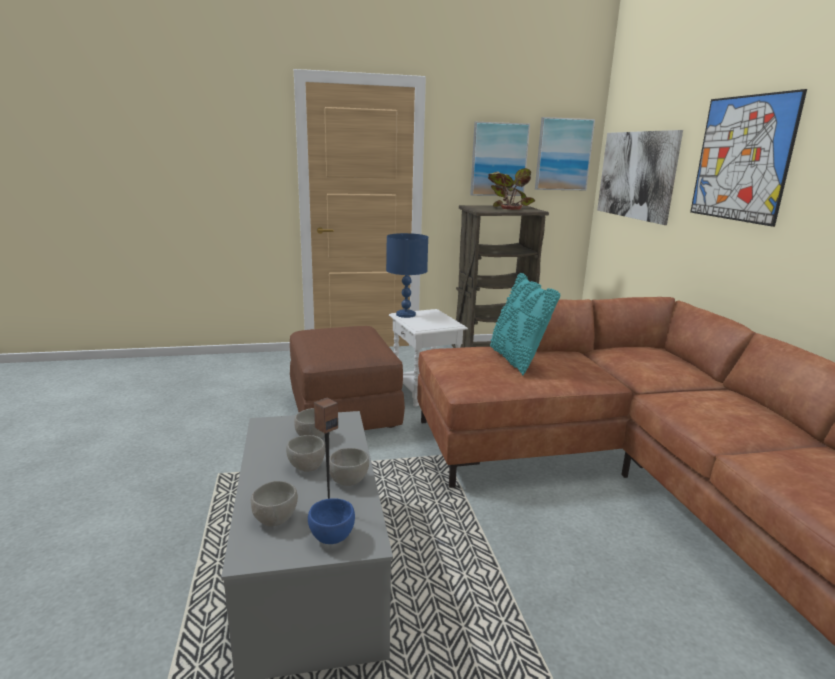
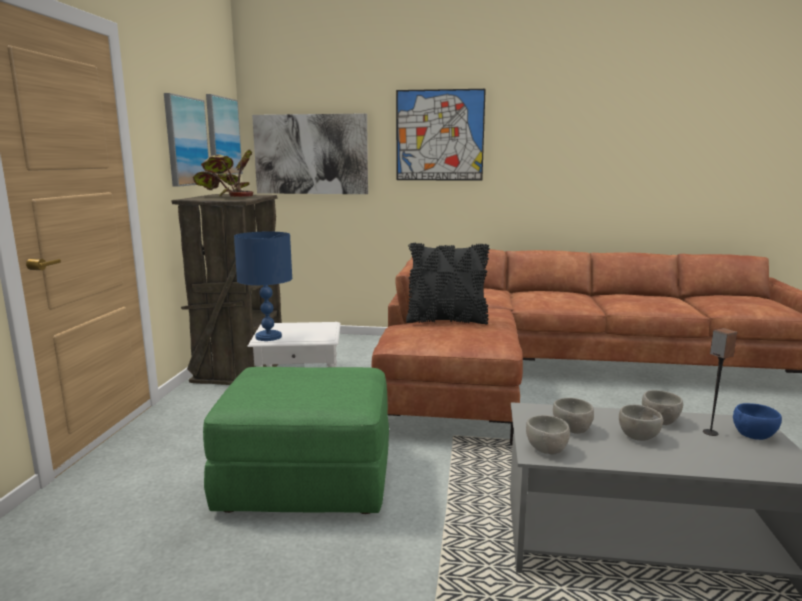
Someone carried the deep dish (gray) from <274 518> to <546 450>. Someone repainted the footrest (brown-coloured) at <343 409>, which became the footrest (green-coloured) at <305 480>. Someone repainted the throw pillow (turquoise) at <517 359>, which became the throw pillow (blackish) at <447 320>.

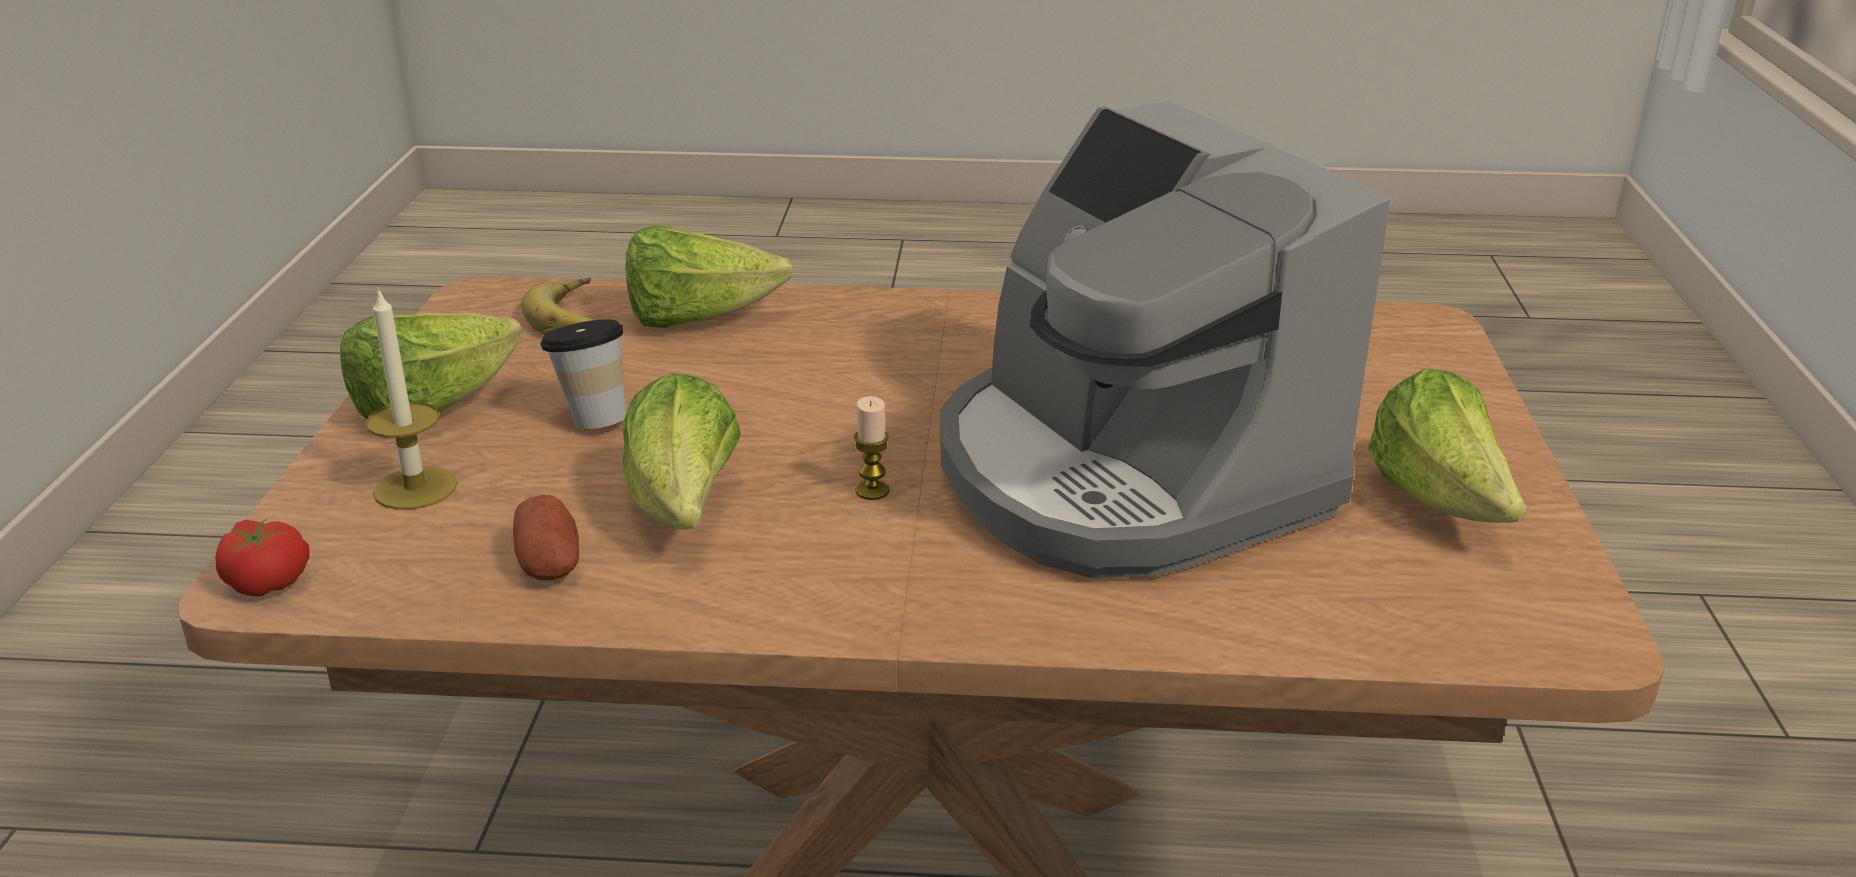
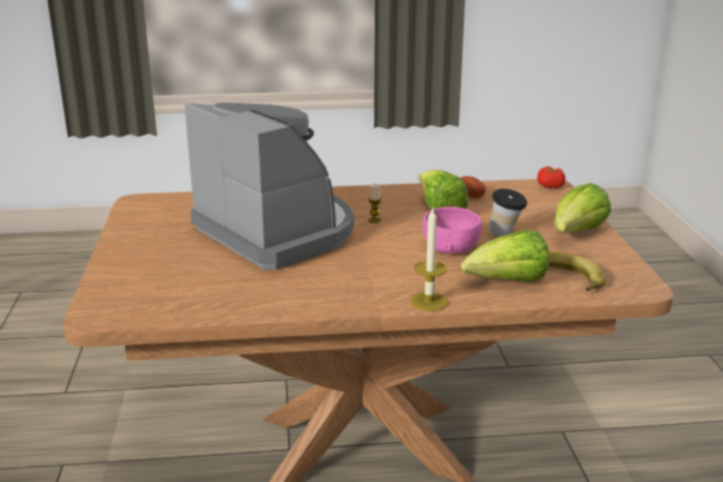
Someone took away the lettuce at <1440 503>. Someone put down the deep dish (pink-coloured) at <450 247>. Someone carried the wax light from <415 488> to <429 301>.

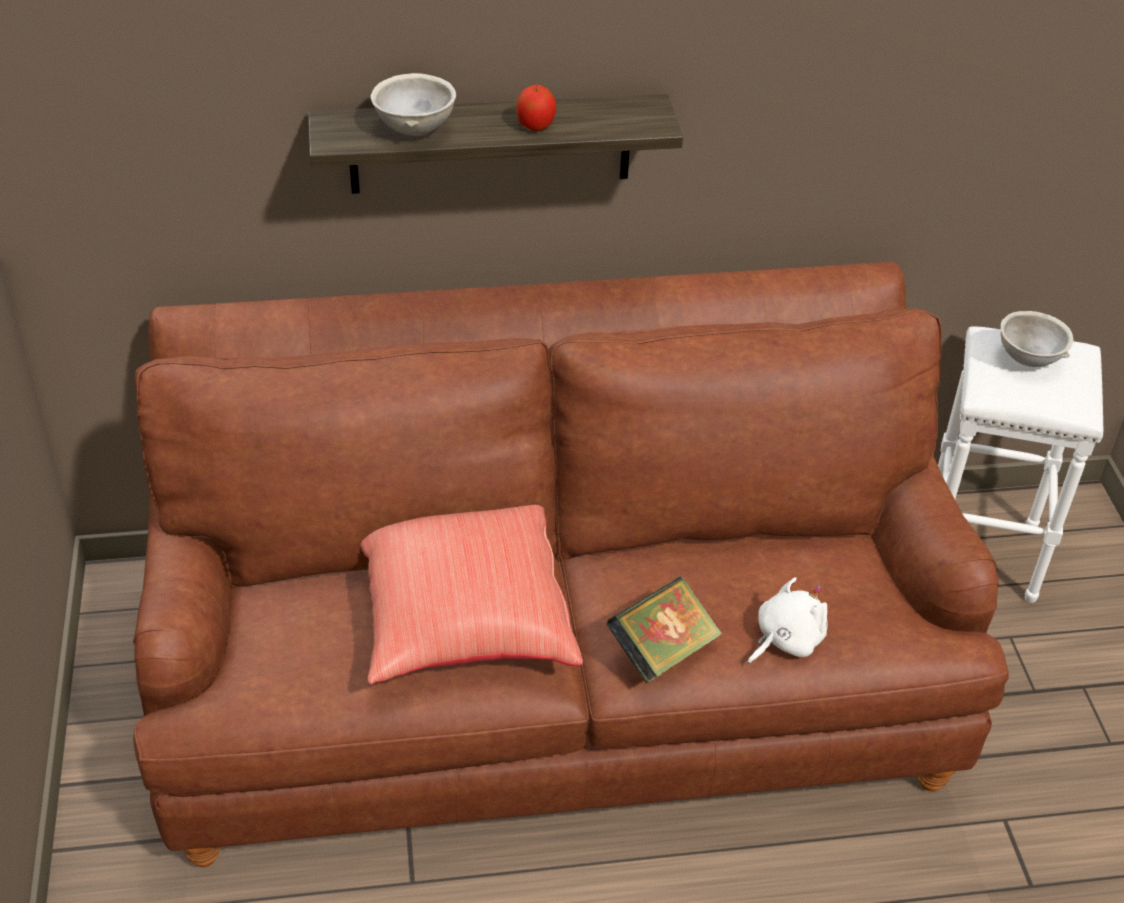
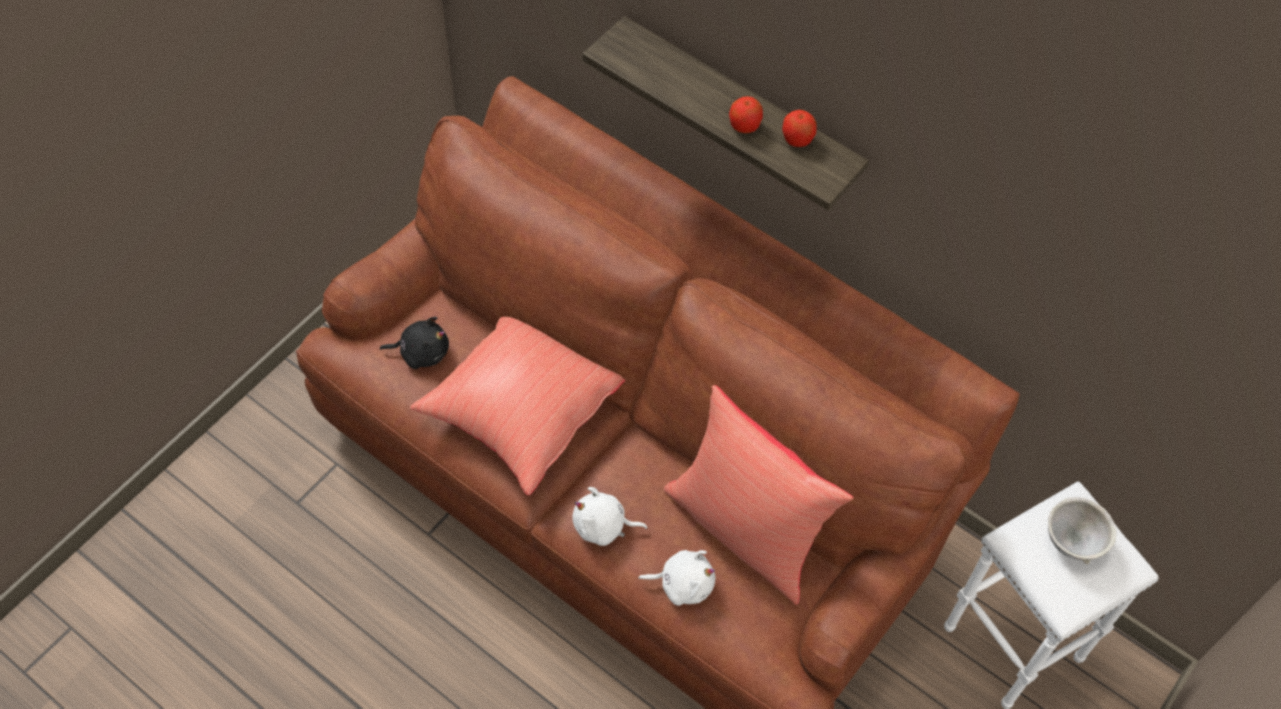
Someone took away the deep dish (gray) at <413 130>. Someone put down the plush toy (blackish) at <421 352>. Someone put down the throw pillow (red-coloured) at <746 529>. Someone put down the apple fruit at <797 139>. Someone swapped the volume at <662 651> for the plush toy (white) at <603 526>.

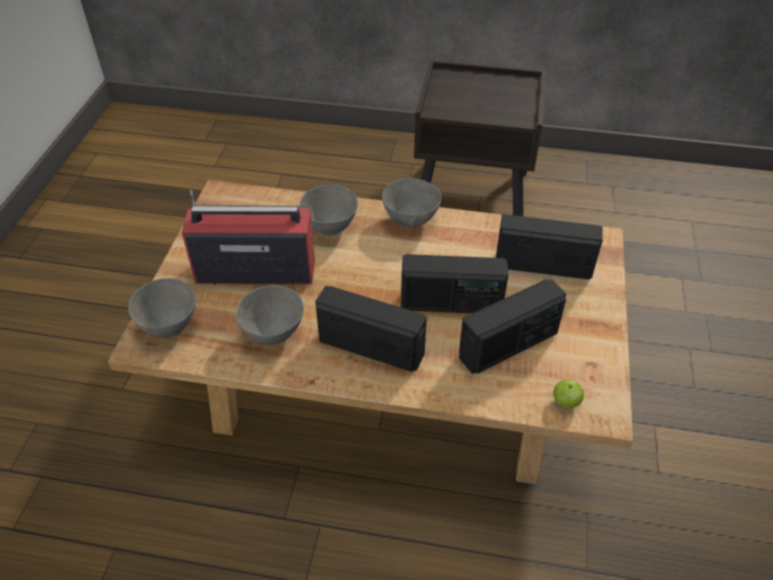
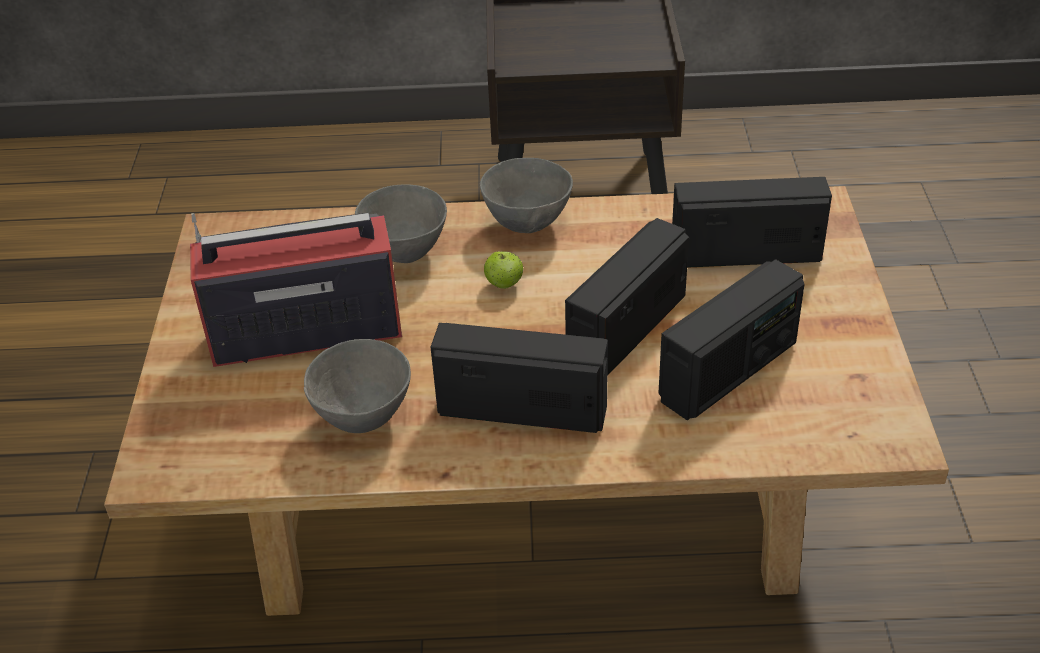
Someone took away the deep dish (gray) at <170 327>. Someone carried the apple fruit from <566 402> to <504 284>. Someone rotated the radio receiver at <451 304> by 135 degrees clockwise.

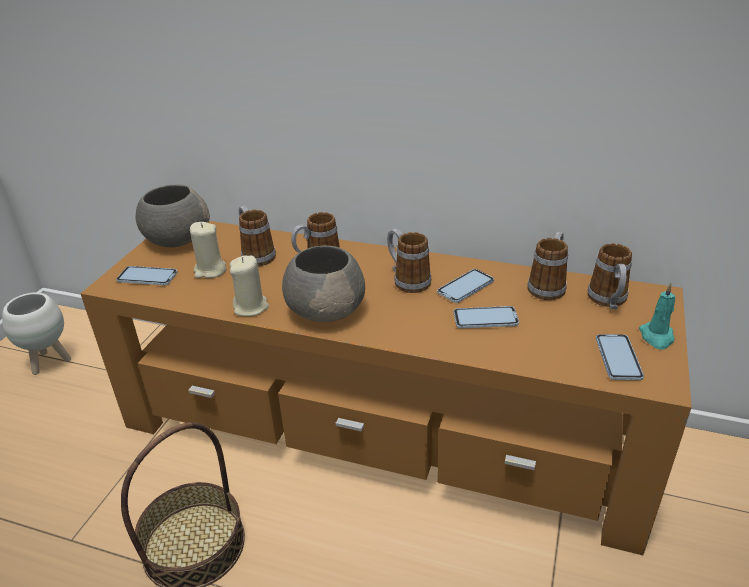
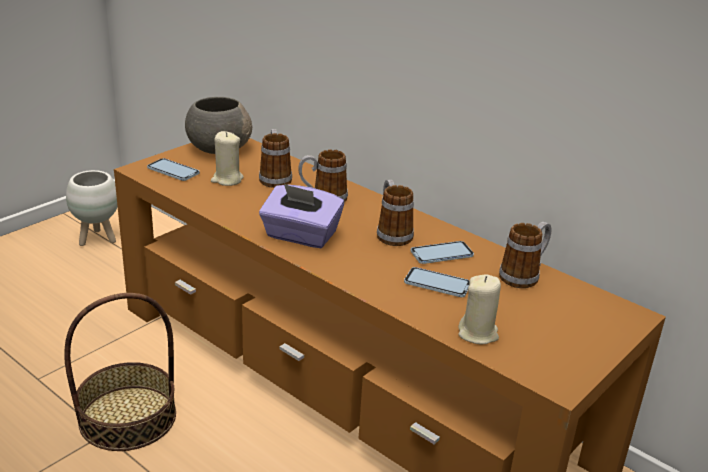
Someone took away the mug at <608 301>. Someone took away the phone at <618 358>. Someone took away the wax light (turquoise) at <657 337>. Someone carried the wax light (beige-coloured) from <251 307> to <478 333>. Someone swapped the deep dish (gray) at <326 309> for the tissue box (purple) at <300 236>.

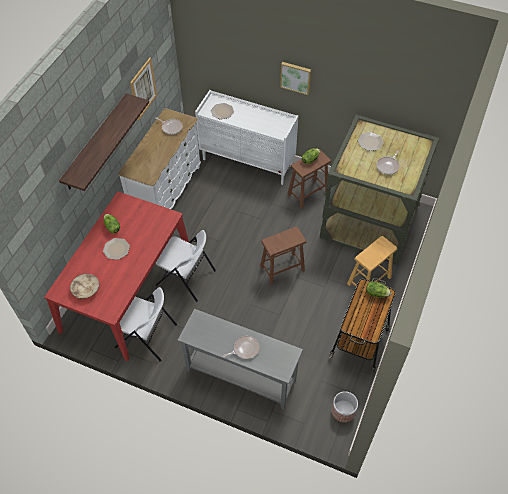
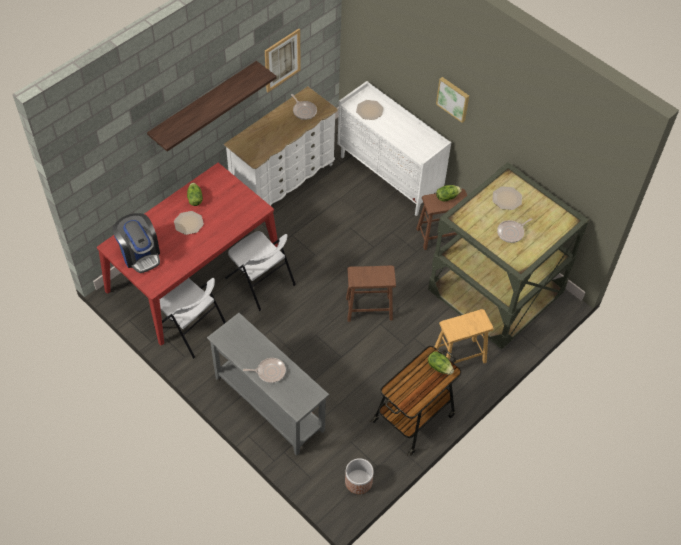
Someone swapped the deep dish (beige-coloured) at <86 289> for the coffee maker at <140 254>.

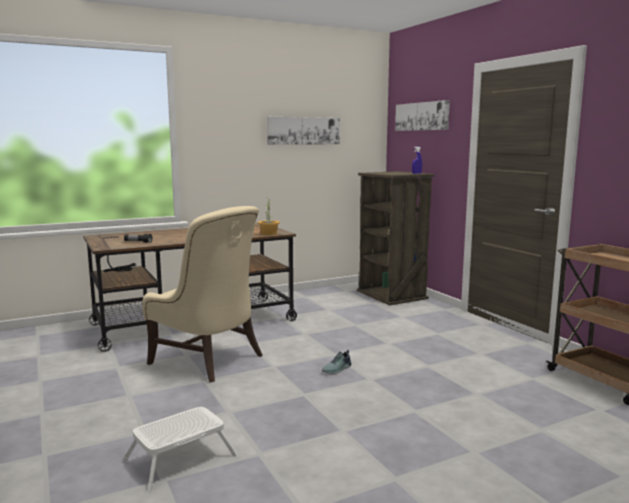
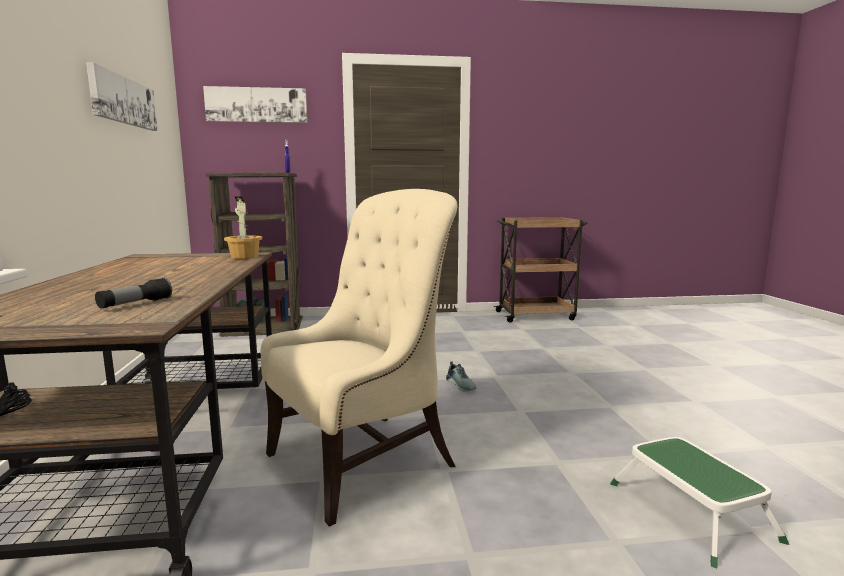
Someone repainted the step stool (white) at <180 458>, which became the step stool (green-coloured) at <692 510>.

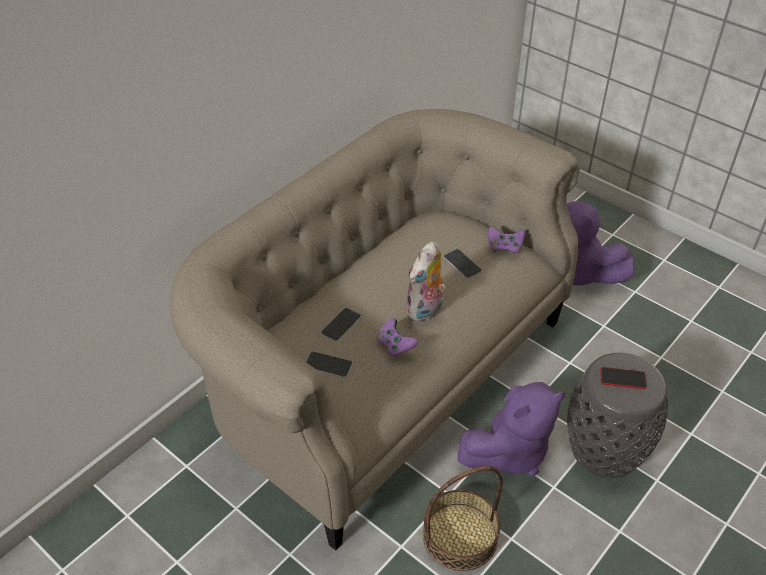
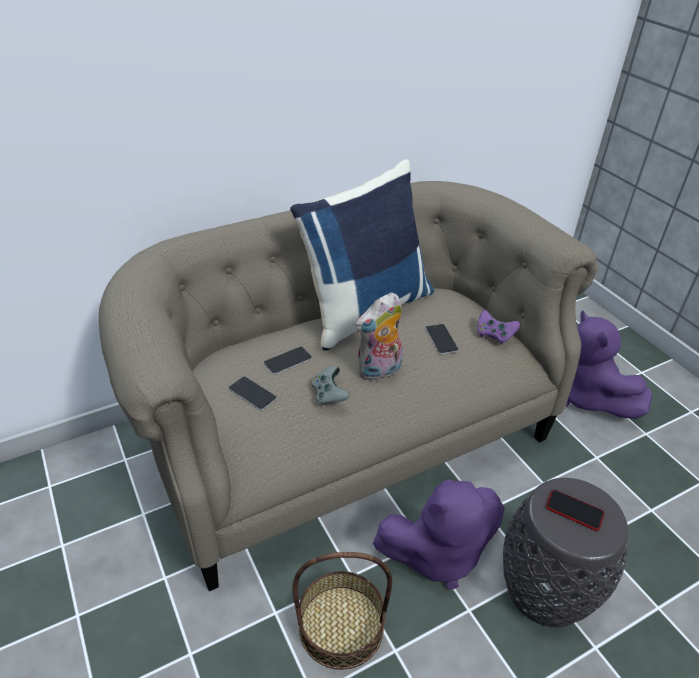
Someone put down the throw pillow (bluish) at <365 309>. Someone repainted the gamepad (purple) at <395 345>, which became the gamepad (gray) at <329 395>.

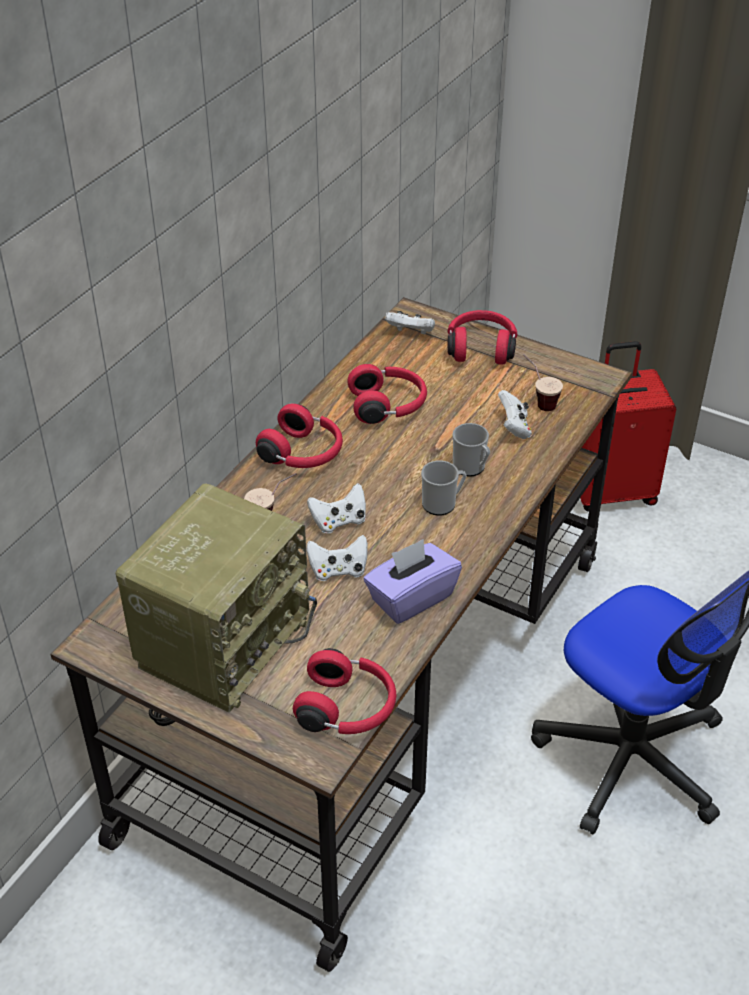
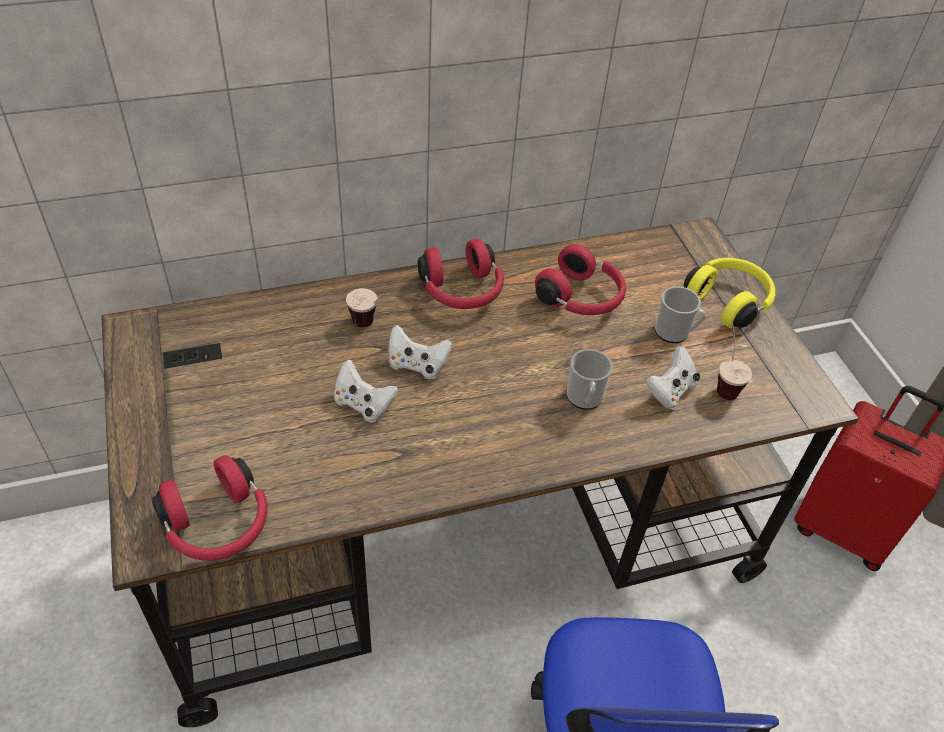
Someone took away the radio receiver at <223 639>. Someone took away the tissue box (purple) at <411 598>. Someone took away the gamepad (white) at <411 333>. Someone carried the mug from <442 503> to <675 333>. Someone repainted the headset (red-coloured) at <481 348>, which became the headset (yellowish) at <728 301>.

